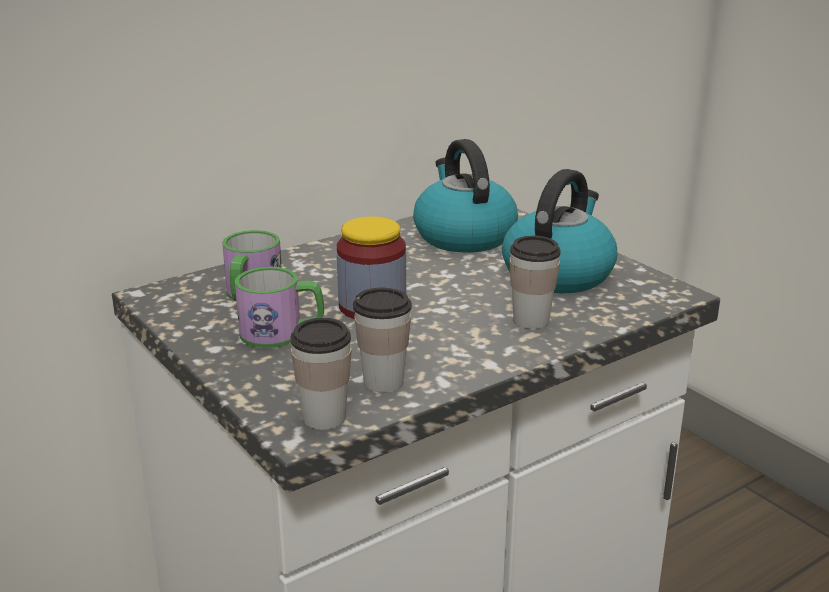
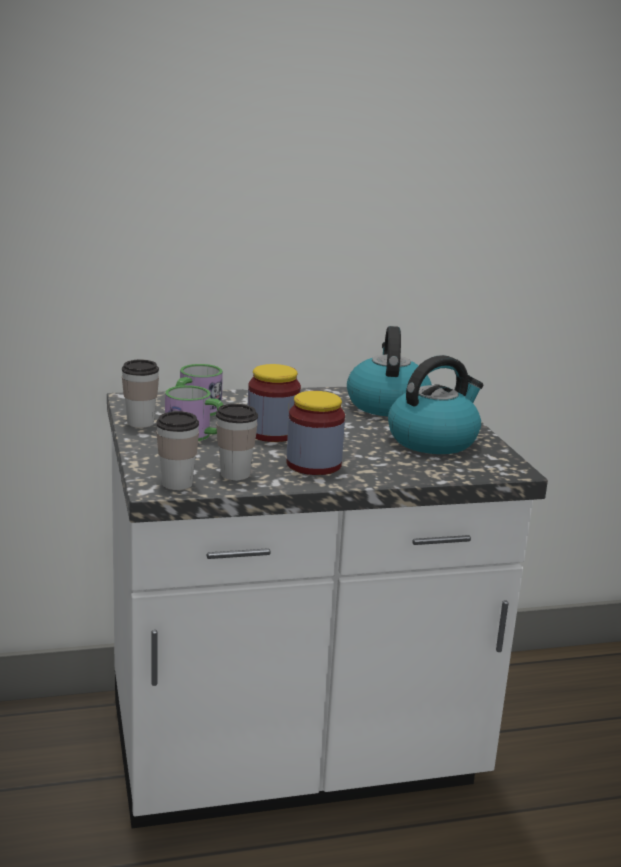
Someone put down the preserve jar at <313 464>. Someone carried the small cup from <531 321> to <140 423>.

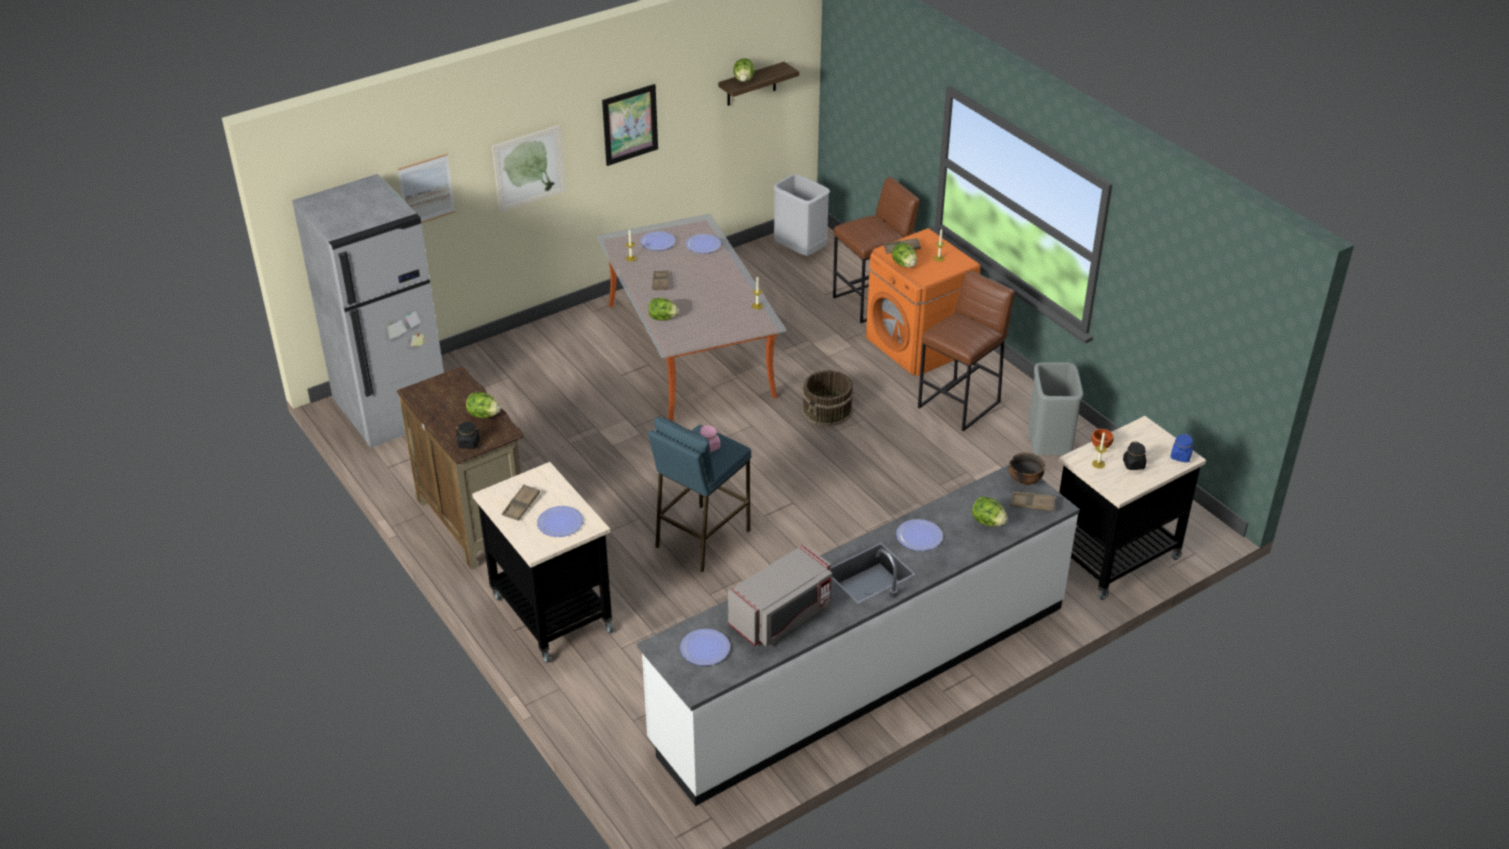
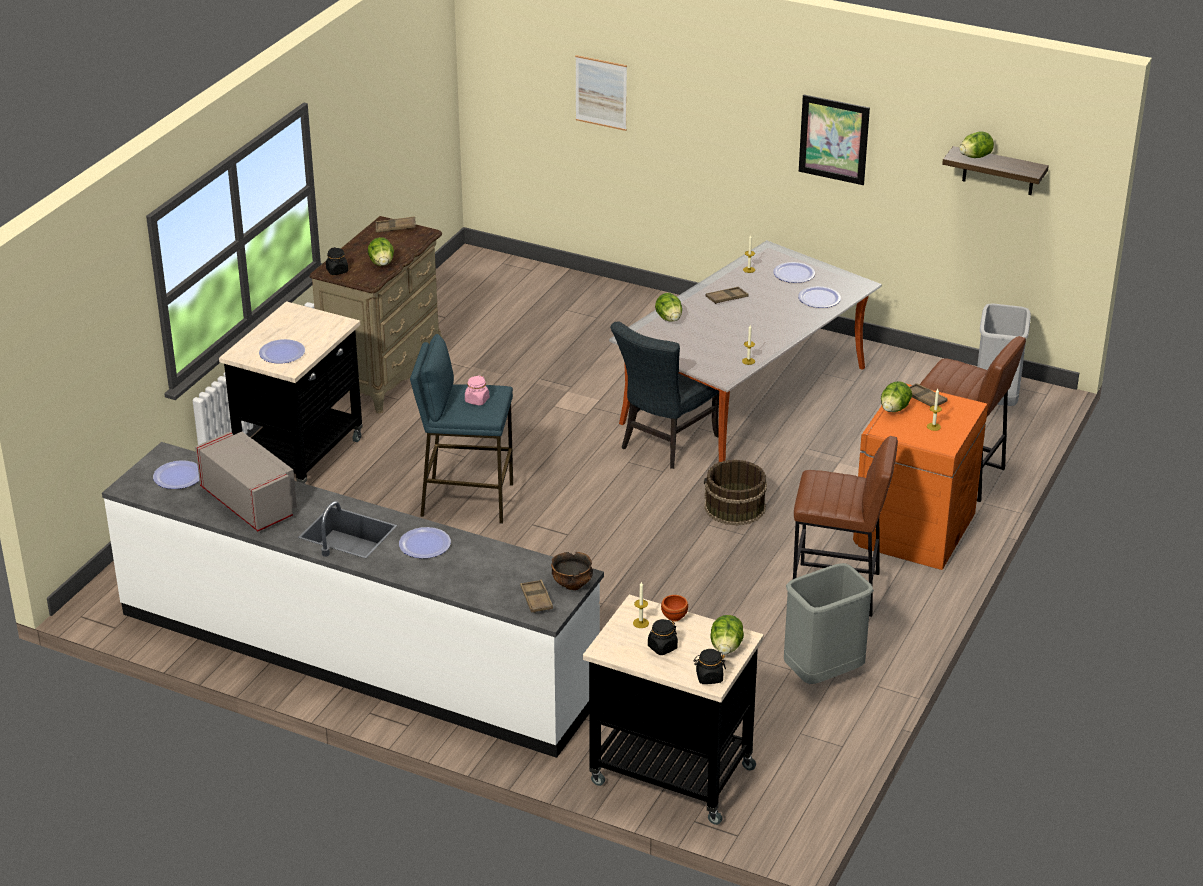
Someone took away the refrigerator (gray) at <392 407>. Someone took away the wall picture at <529 168>. Someone put down the chair (gray) at <664 444>. Someone carried the carrying tray (brown-coloured) from <521 505> to <395 227>. Someone carried the lettuce from <988 522> to <726 647>. Someone repainted the preserve jar (bluish) at <1180 456>, which became the preserve jar (blackish) at <709 677>. Someone rotated the microwave oven (gray) at <782 615> by 150 degrees counterclockwise.

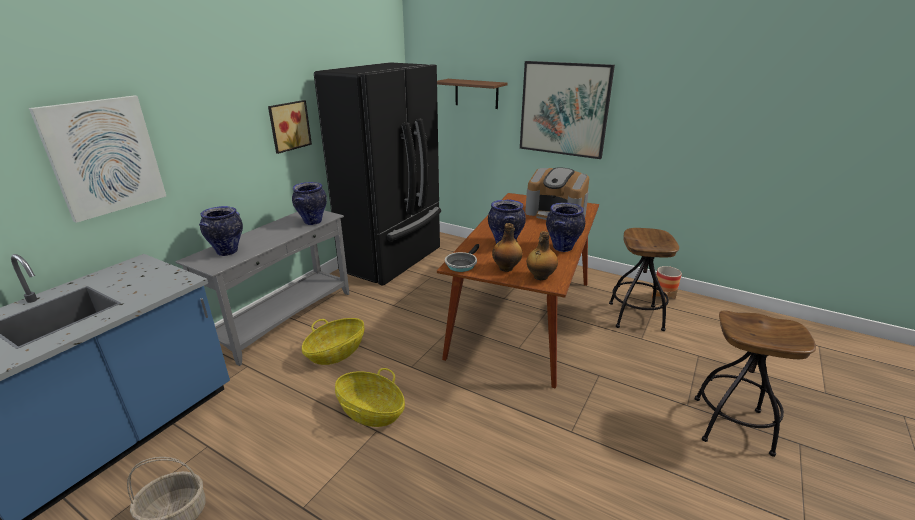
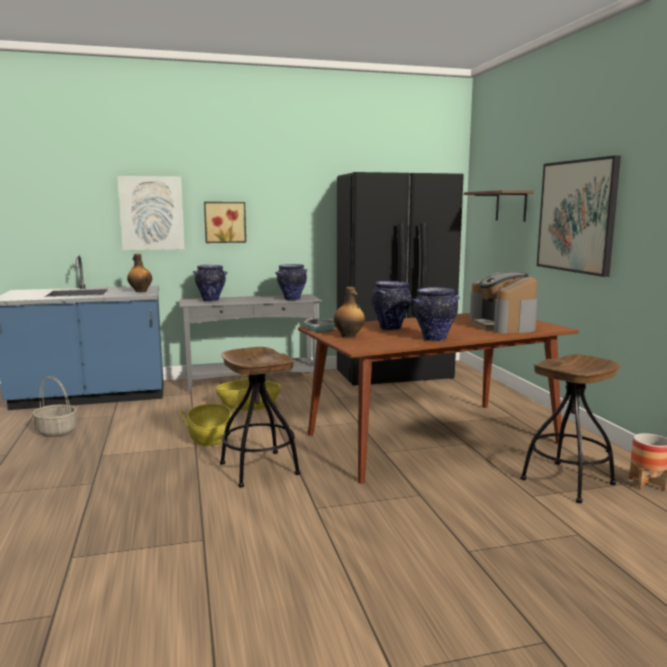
Someone carried the wall picture from <288 126> to <225 222>. Someone carried the bottle from <540 277> to <140 291>. Someone carried the sitting stool (brown-coloured) from <731 424> to <259 468>.

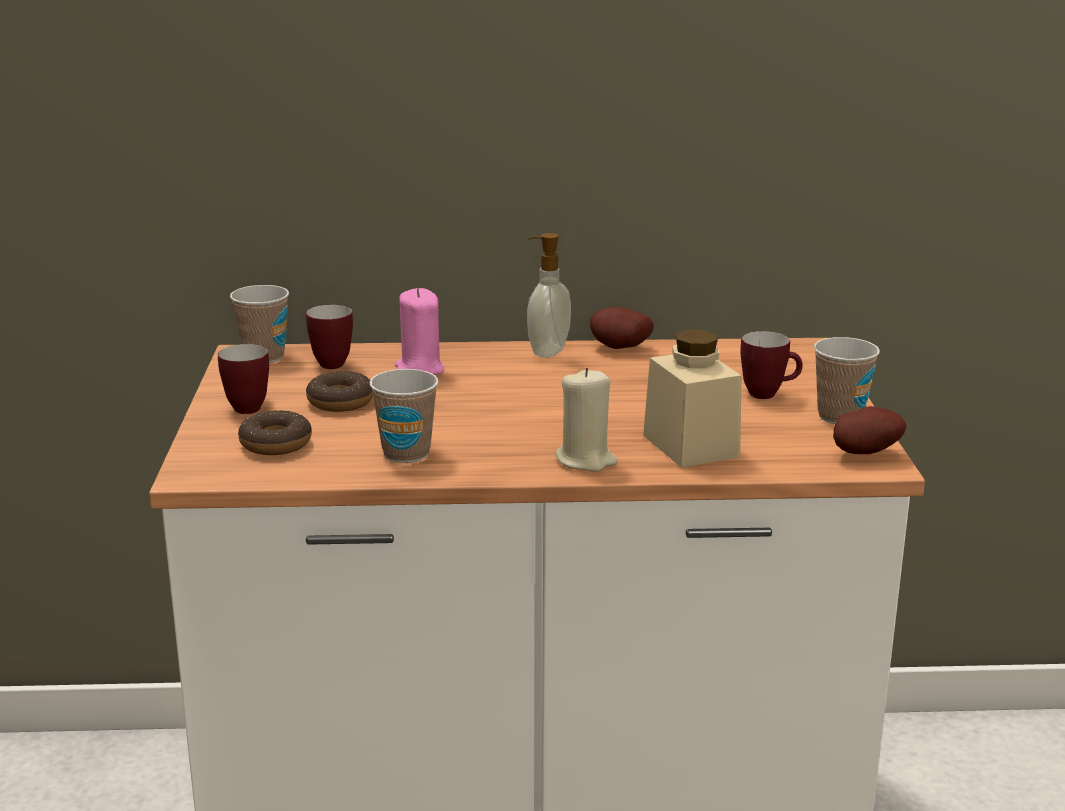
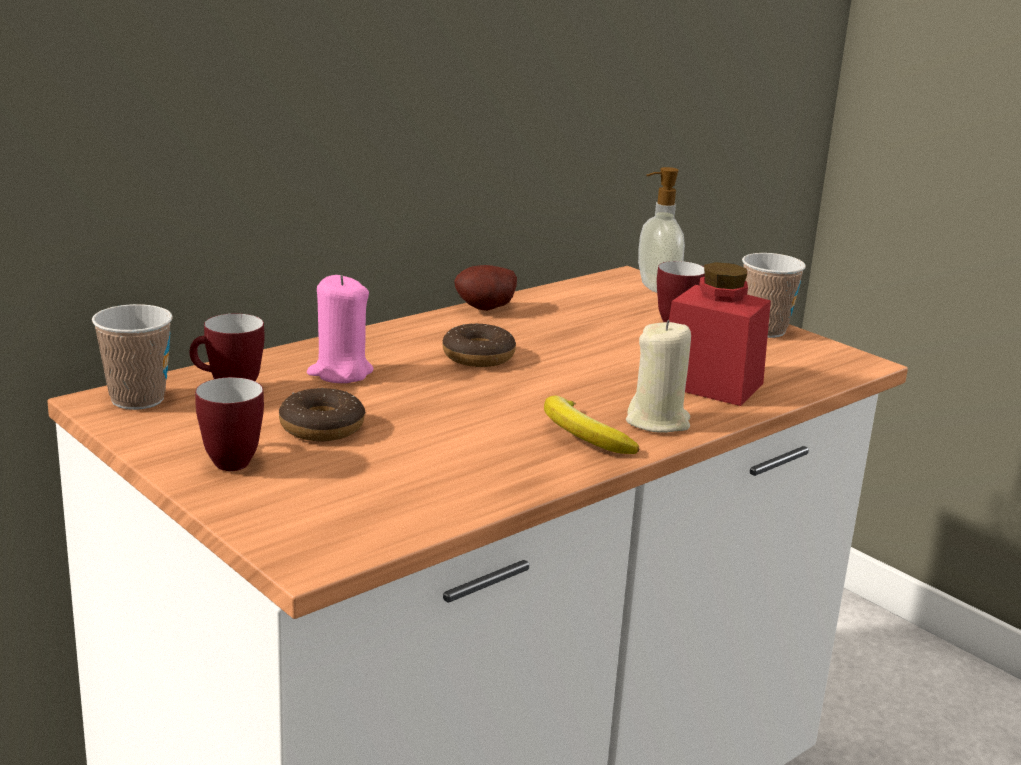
Someone took away the small cup at <406 453>. Someone took away the spud at <864 453>. Someone put down the banana fruit at <582 436>. Someone carried the doughnut from <276 444> to <478 356>. Someone carried the soap dispenser from <547 351> to <655 288>. Someone repainted the preserve jar (beige-coloured) at <691 446>, which became the preserve jar (red-coloured) at <711 384>.

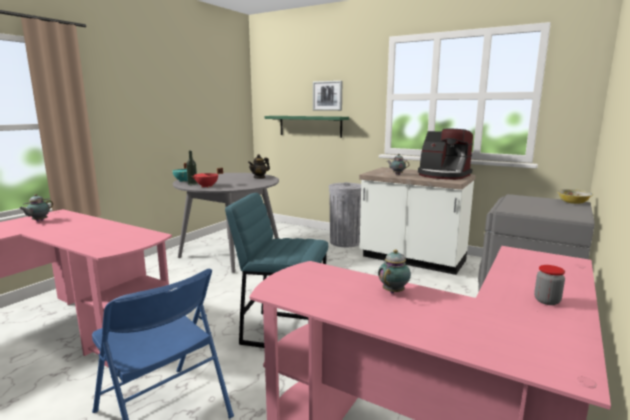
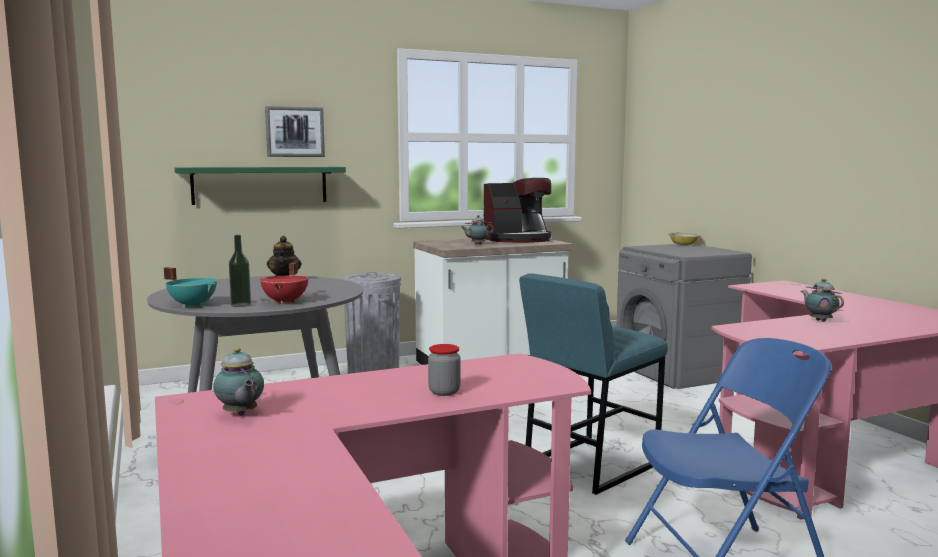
Someone carried the preserve jar from <547 301> to <444 392>.

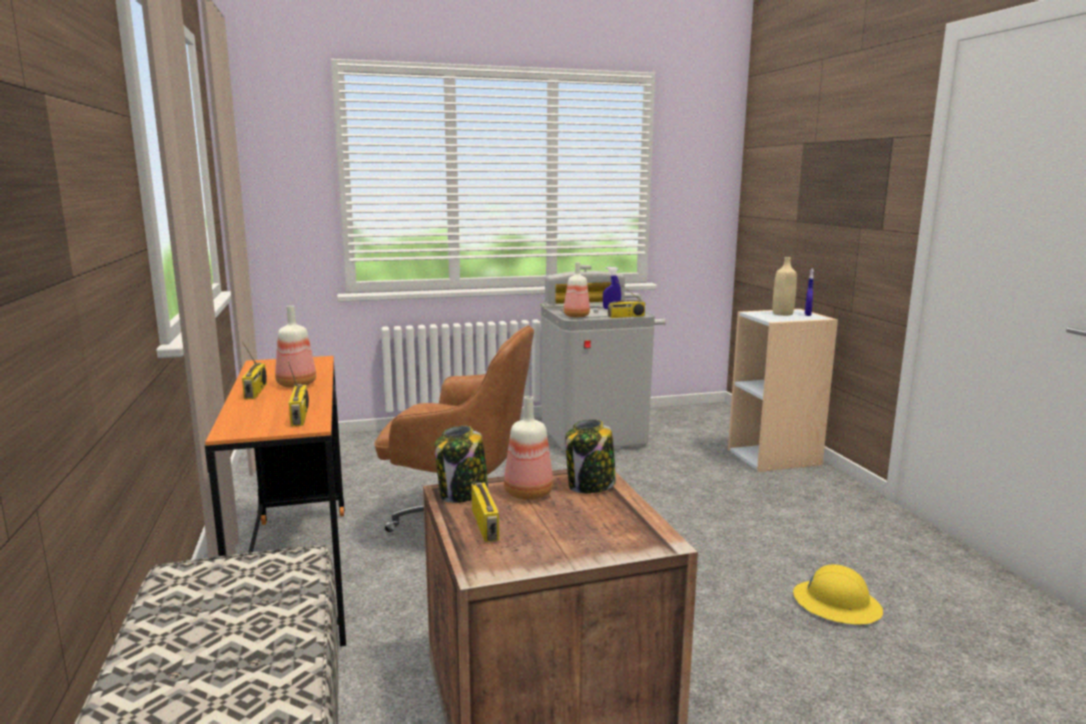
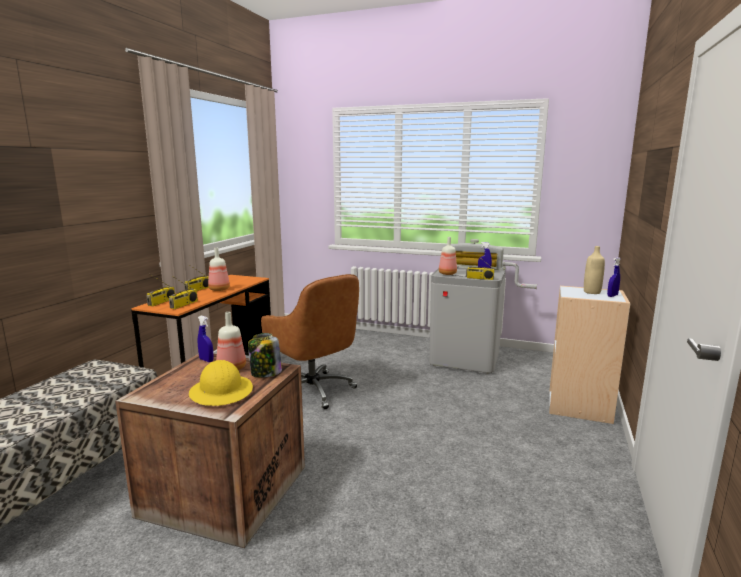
Someone carried the radio receiver from <486 525> to <161 302>. Someone carried the safety helmet (yellowish) from <836 604> to <221 392>. Someone swapped the preserve jar at <463 494> for the sprayer (bluish) at <206 360>.

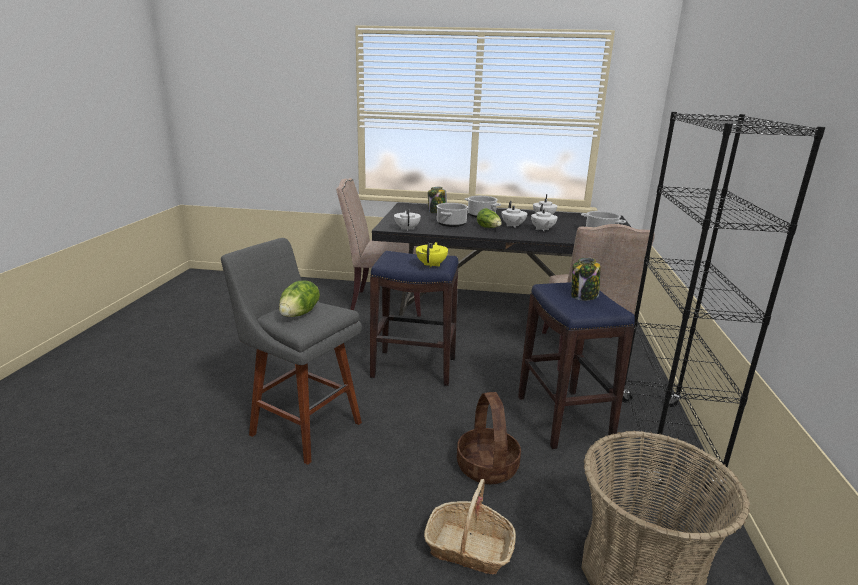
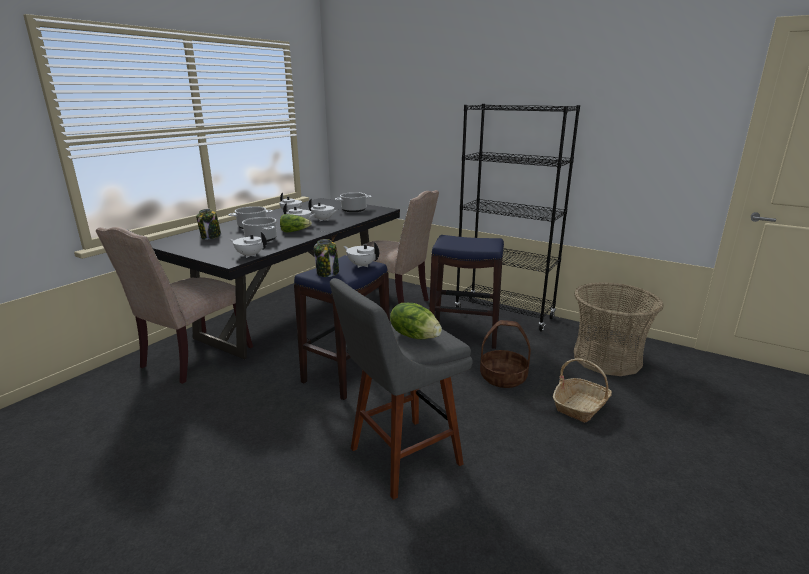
Someone carried the preserve jar from <584 296> to <328 273>. Someone repainted the teapot (yellowish) at <431 265>, which became the teapot (white) at <362 265>.

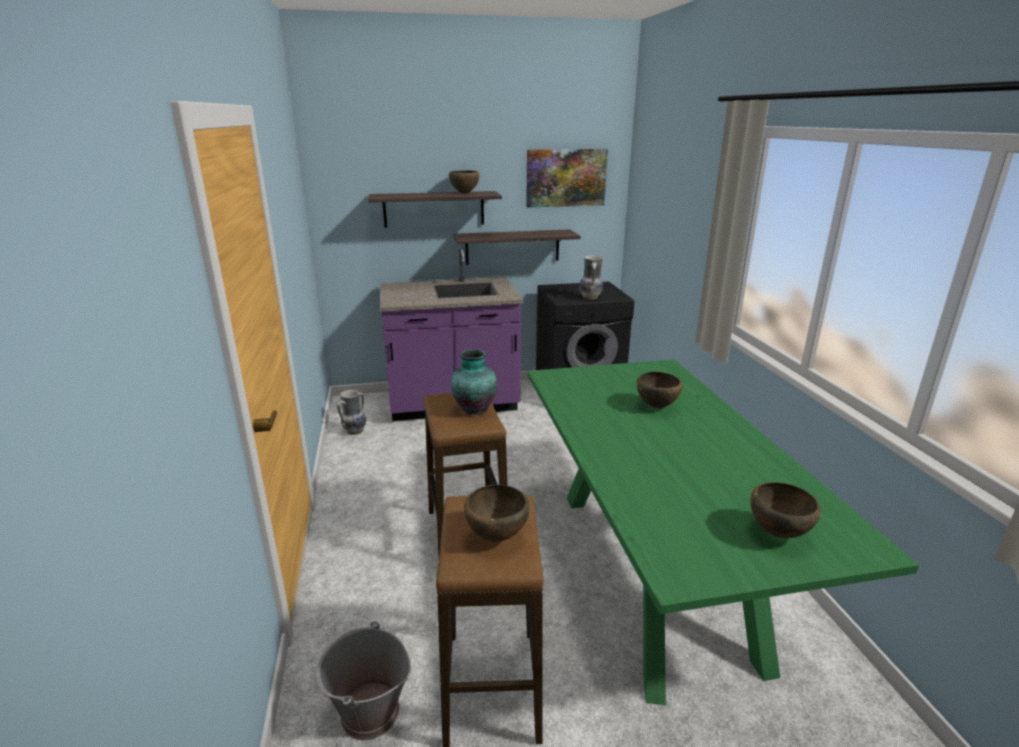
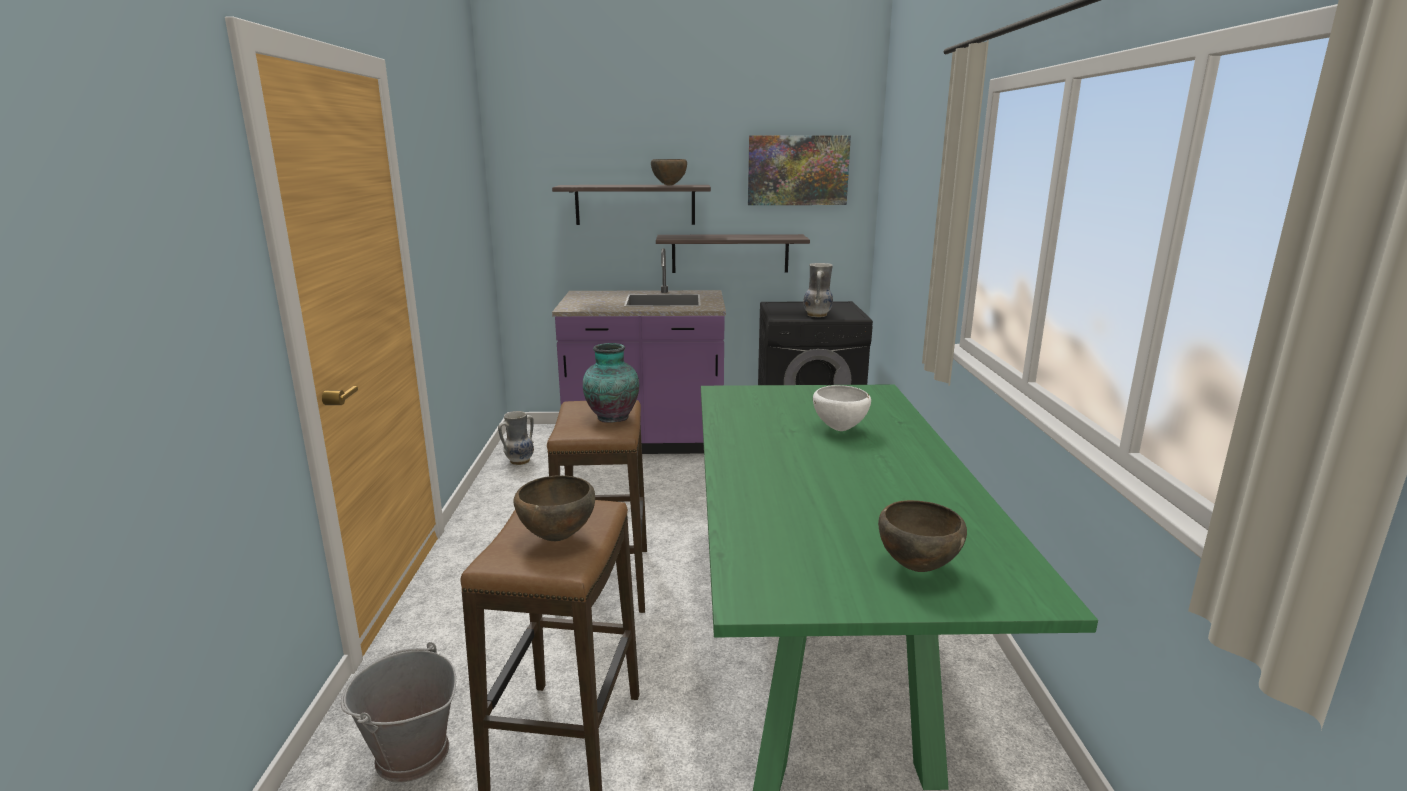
Someone repainted the deep dish (brown-coloured) at <657 406>, which became the deep dish (white) at <840 429>.

